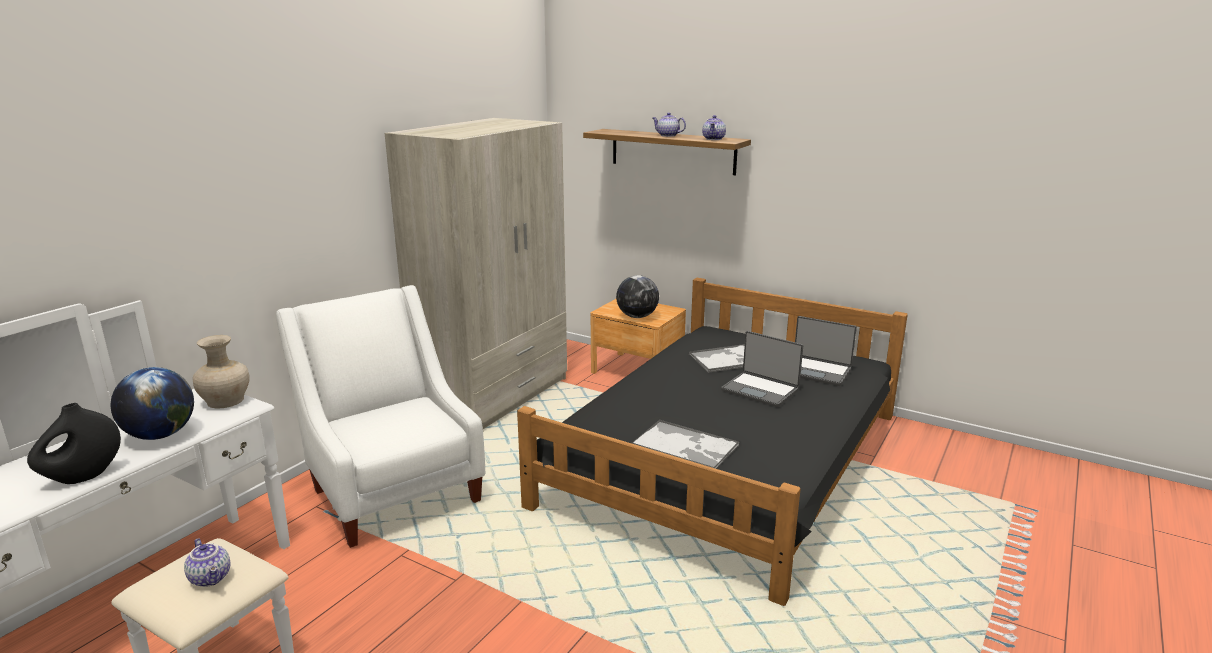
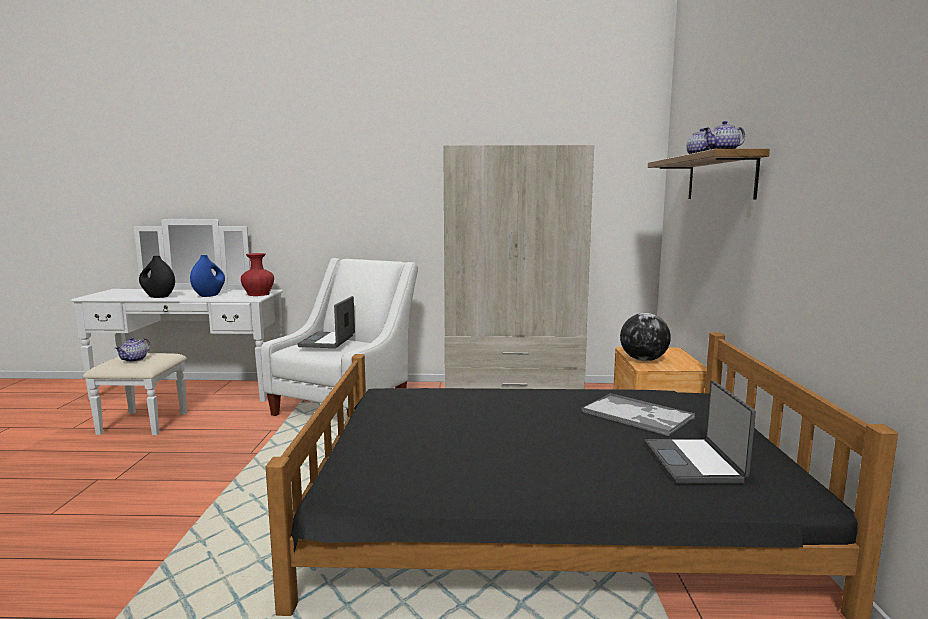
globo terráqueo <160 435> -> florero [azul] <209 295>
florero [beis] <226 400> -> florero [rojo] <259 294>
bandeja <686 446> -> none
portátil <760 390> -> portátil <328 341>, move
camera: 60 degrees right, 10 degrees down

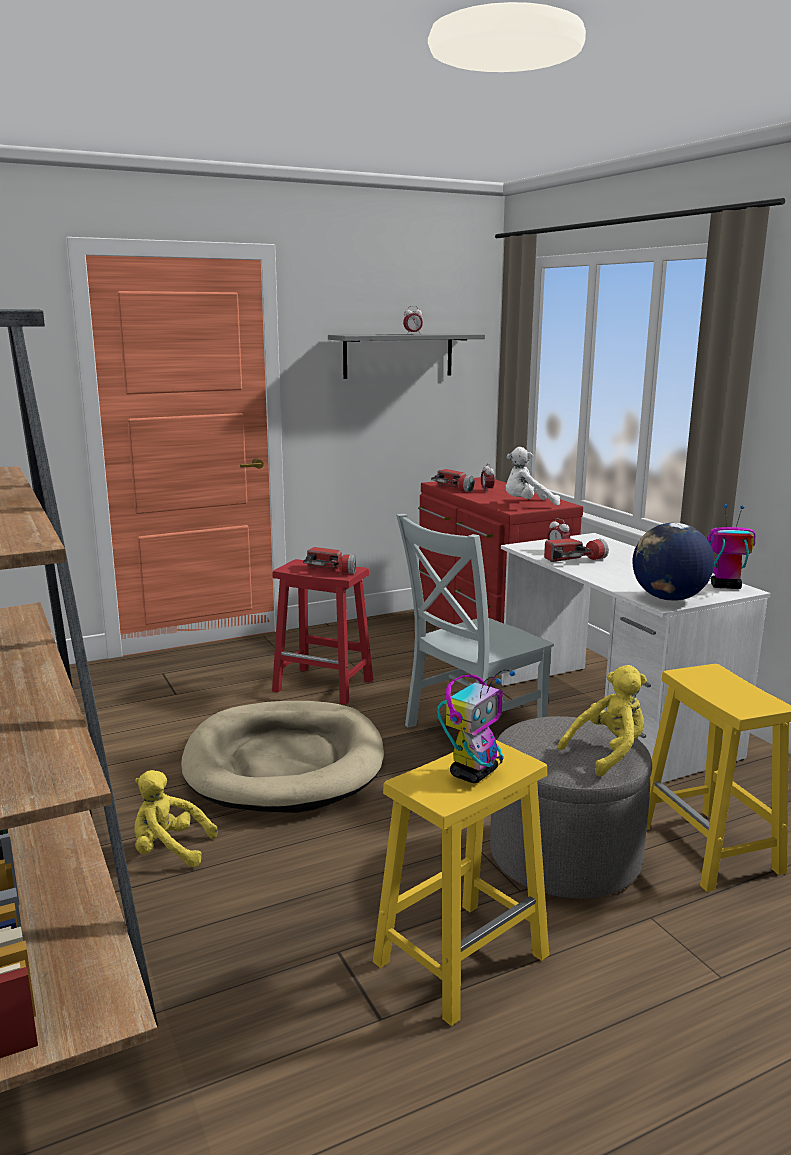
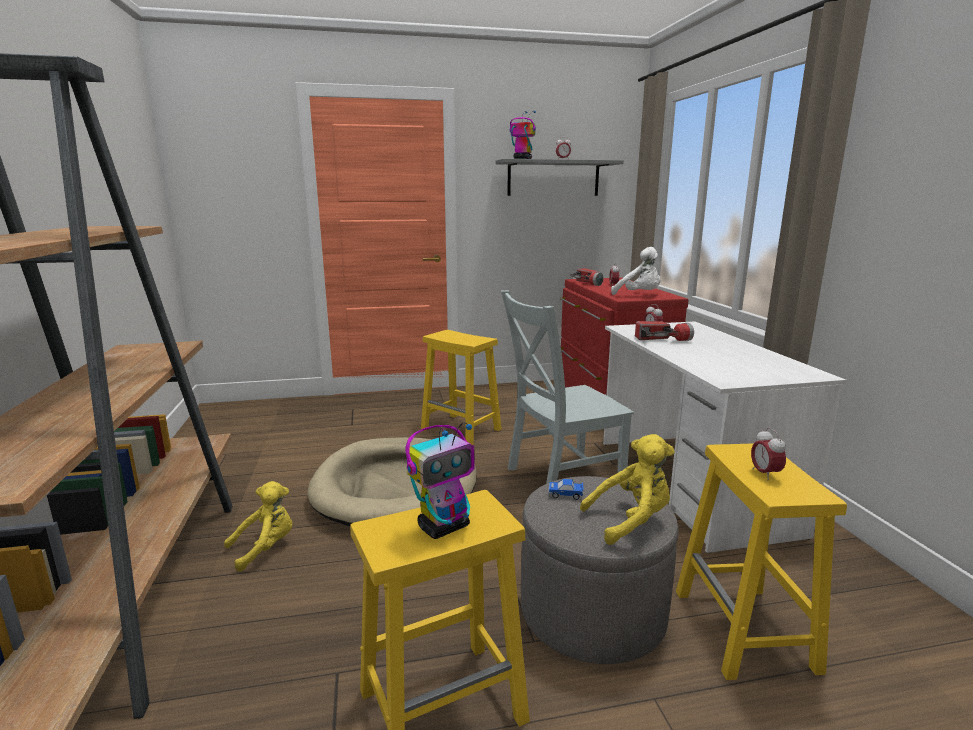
peluche [amarillo] <169 850> -> peluche [amarillo] <265 548>, 120 degrees clockwise
taburete [rojo] <325 685> -> taburete [amarillo] <462 430>
linterna <332 570> -> none
peluche [blanco] <527 504> -> peluche [blanco] <639 295>, 135 degrees counterclockwise
globo terráqueo <668 598> -> none
robot de juguete <724 586> -> robot de juguete <522 159>, move
none -> coche de juguete <565 494>
none -> despertador <765 474>
camera: 15 degrees right, 0 degrees up

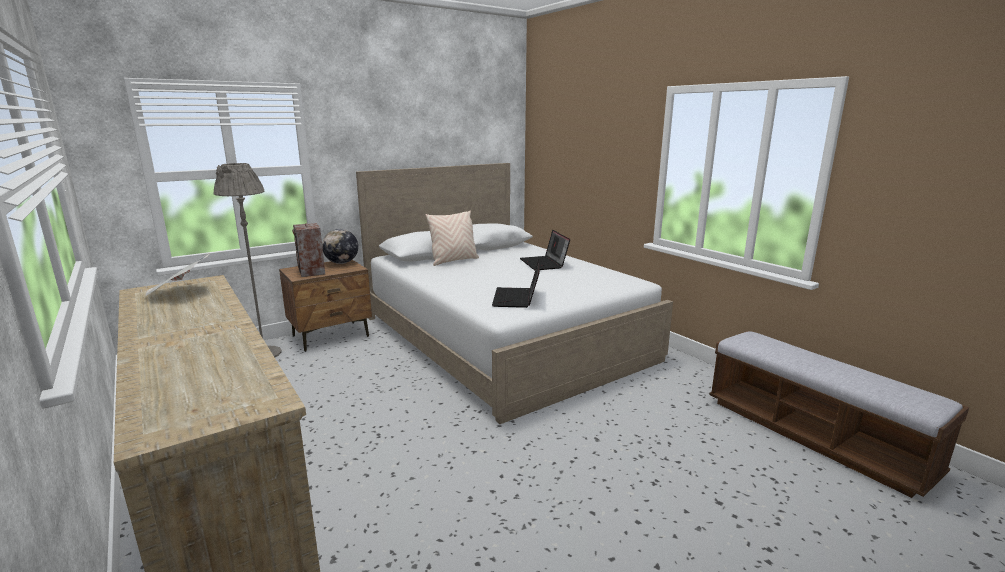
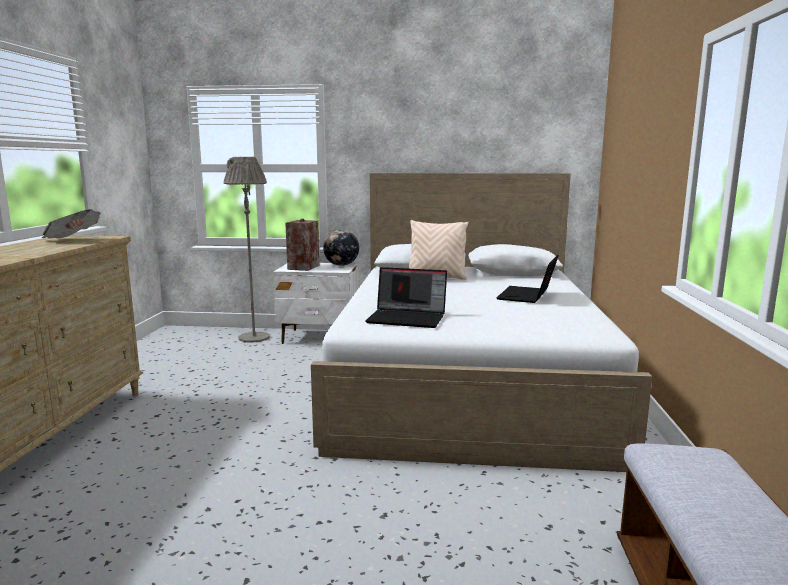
mesita de noche [marrón] <331 336> -> mesita de noche [blanco] <319 338>
portátil <517 299> -> portátil <408 318>, 120 degrees counterclockwise
camera: 40 degrees right, 5 degrees down

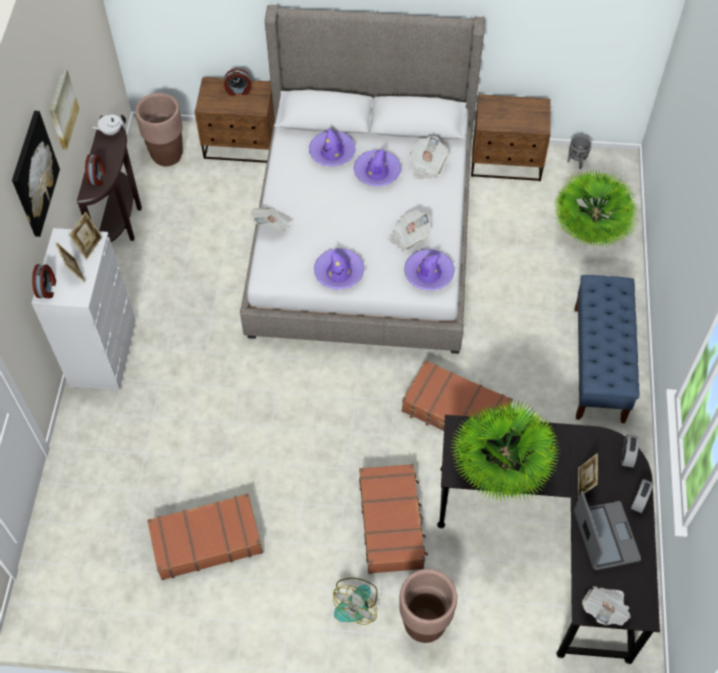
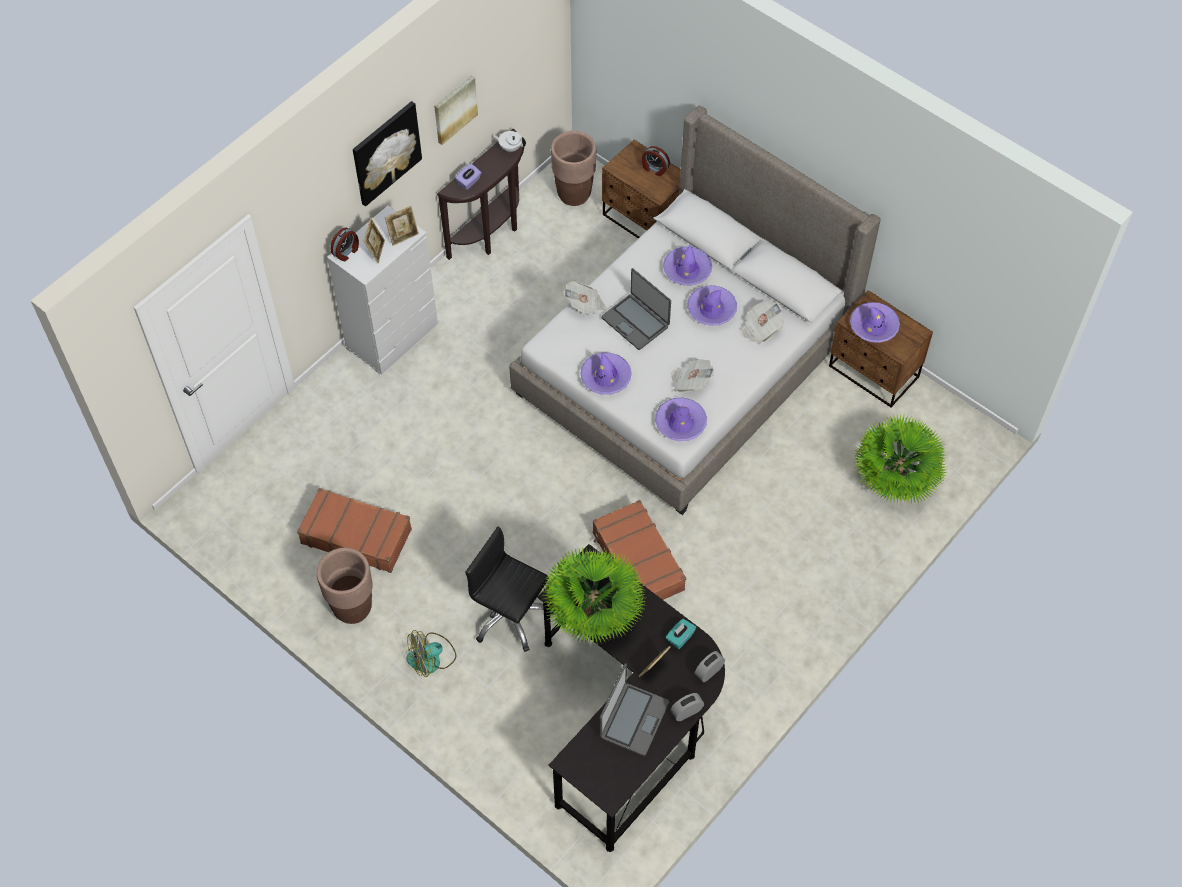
despertador <97 177> -> caja de pañuelos [morado] <469 182>
maleta [marrón] <392 523> -> silla de oficina [negro] <510 616>
maceta [marrón] <424 624> -> maceta [marrón] <352 608>, move
maceta [gris] <576 162> -> none
banco [azul] <599 364> -> none
periódico <605 609> -> none
none -> portátil <636 322>
none -> caja de pañuelos [turquesa] <680 637>
none -> sombrero [morado] <874 326>
camera: 35 degrees right, 0 degrees up

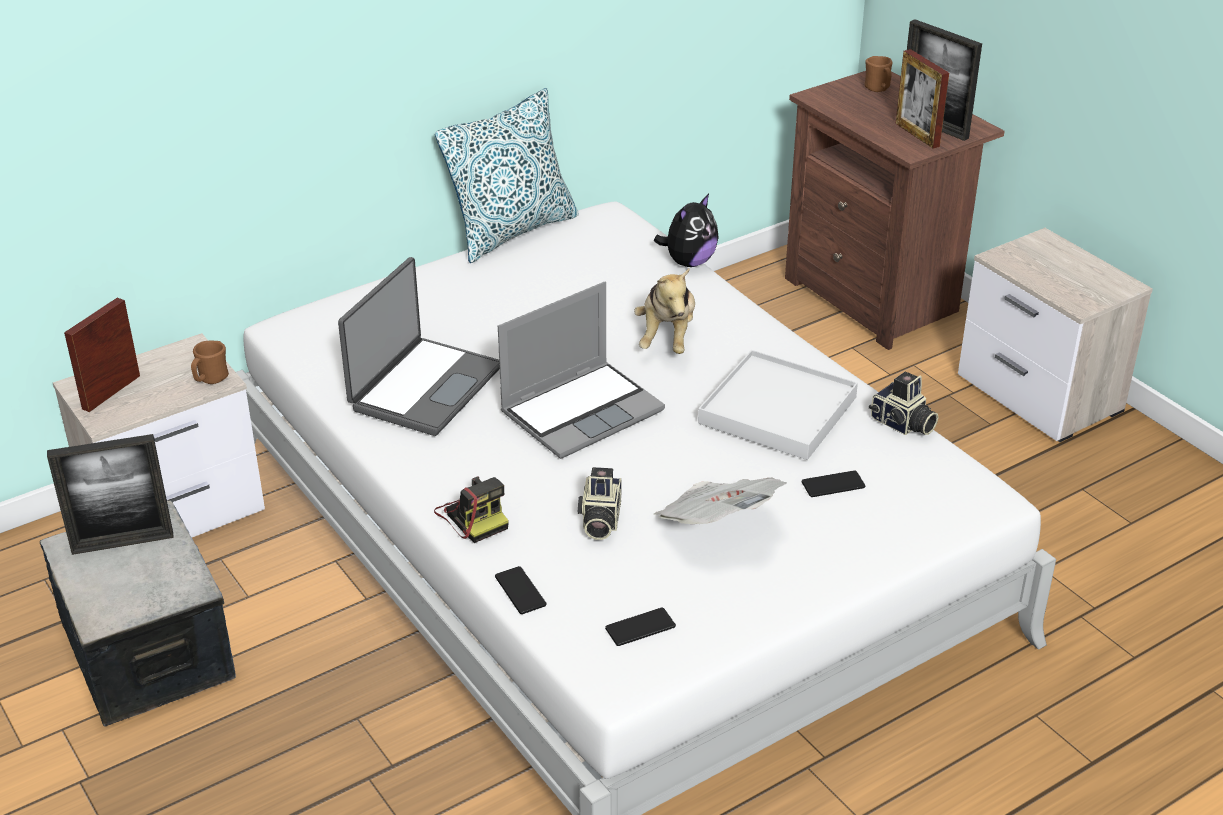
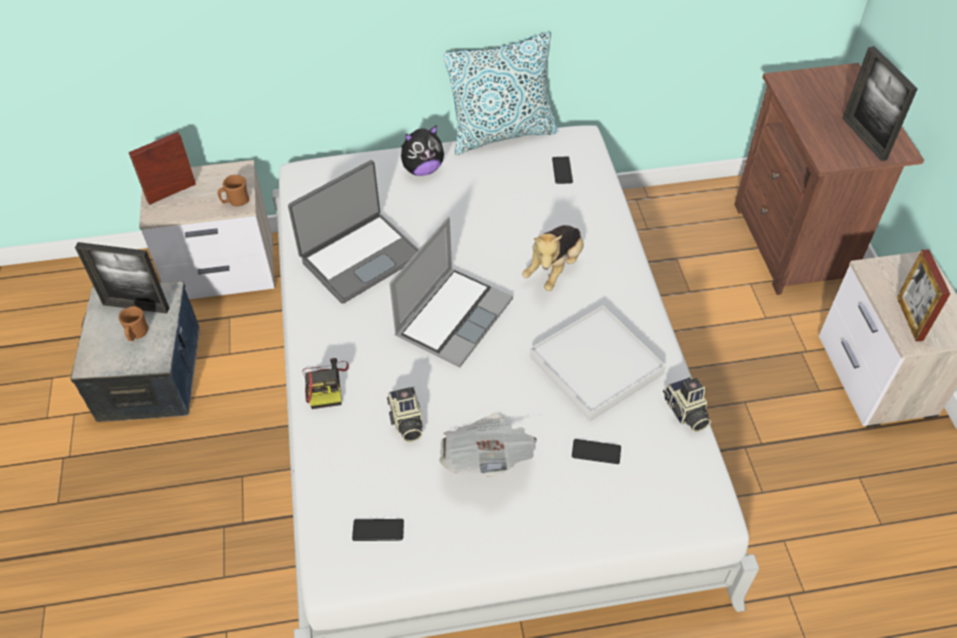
móvil <520 591> -> móvil <562 170>, move
portátil <582 411> -> portátil <453 316>, 45 degrees counterclockwise
cámara <599 521> -> cámara <406 422>, 45 degrees counterclockwise
peluche <689 262> -> peluche <422 169>, move
taza grande [marrón] <878 89> -> taza grande [marrón] <137 334>, move
portarretratos <917 135> -> portarretratos <909 318>, move
camera: 25 degrees right, 15 degrees up

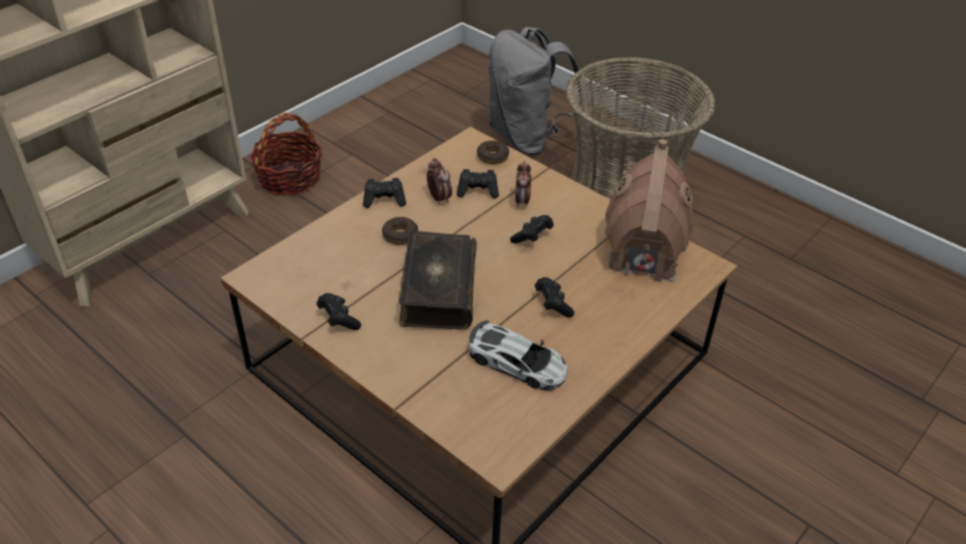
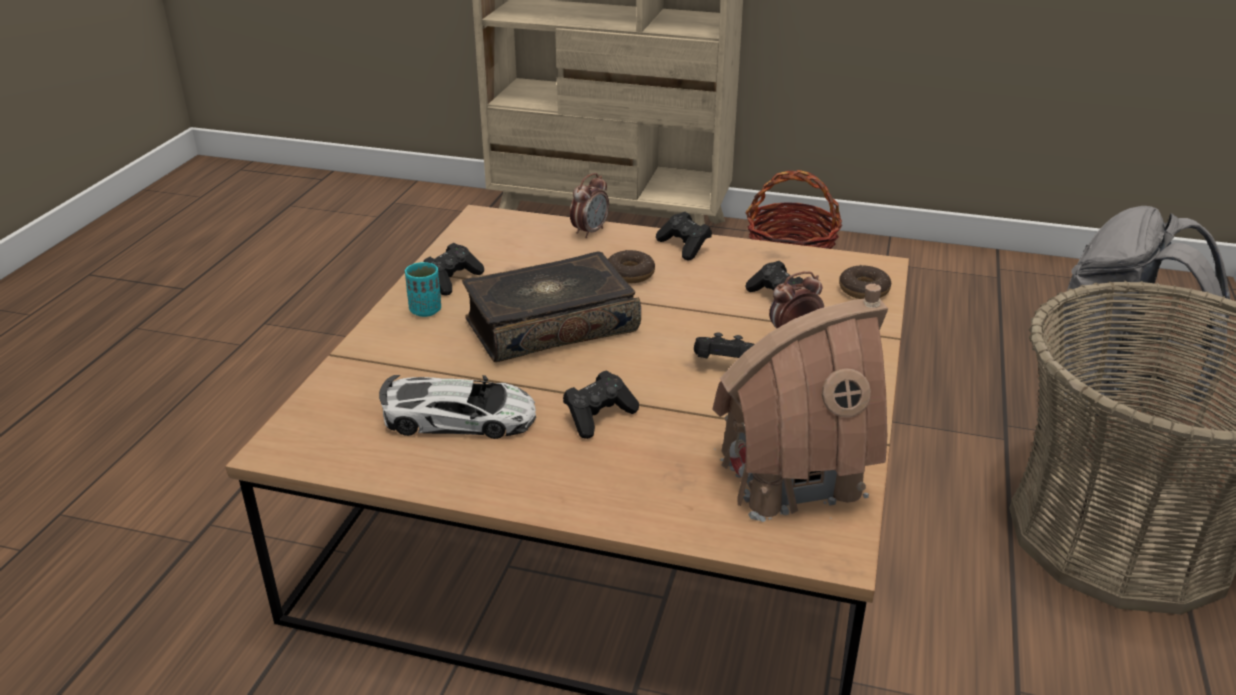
despertador <439 198> -> despertador <590 231>, move
coche de juguete <518 363> -> coche de juguete <460 418>, 90 degrees counterclockwise
none -> taza [turquesa] <425 310>
camera: 65 degrees right, 10 degrees down

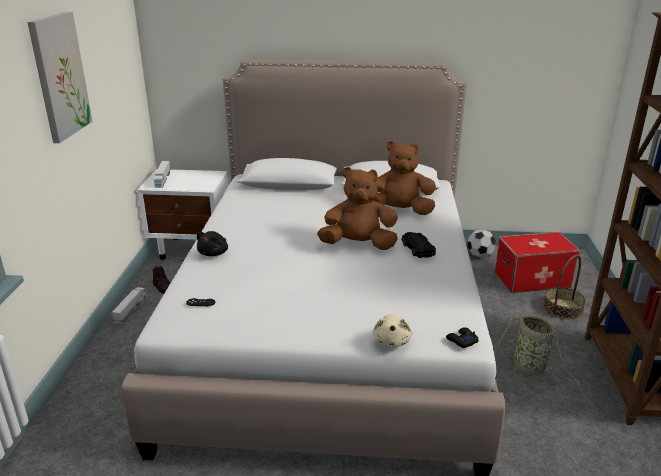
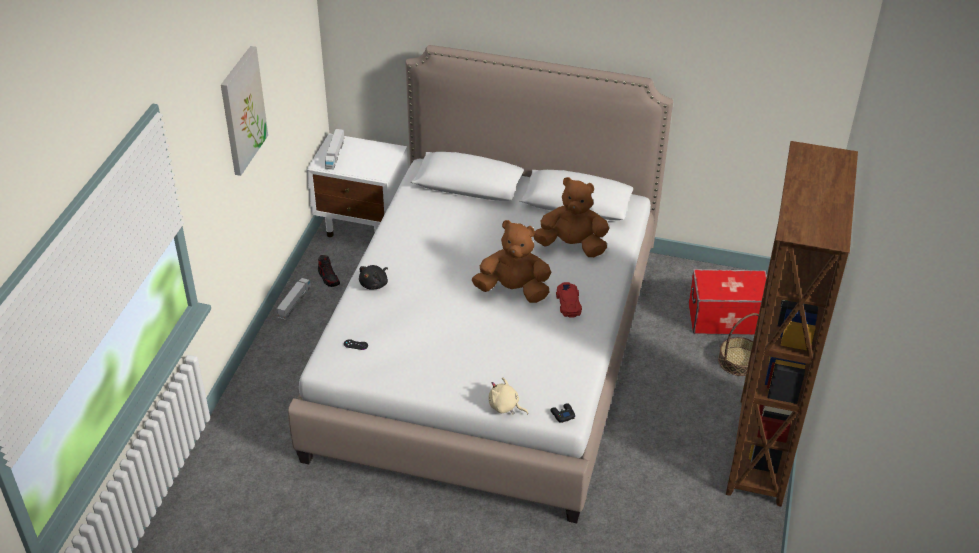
peluche [beis] <392 341> -> peluche [beis] <505 406>, 105 degrees clockwise
coche de juguete [negro] <417 248> -> coche de juguete [rojo] <568 302>
balón de fútbol <479 256> -> none
cesta <531 368> -> none
camera: 10 degrees right, 15 degrees up

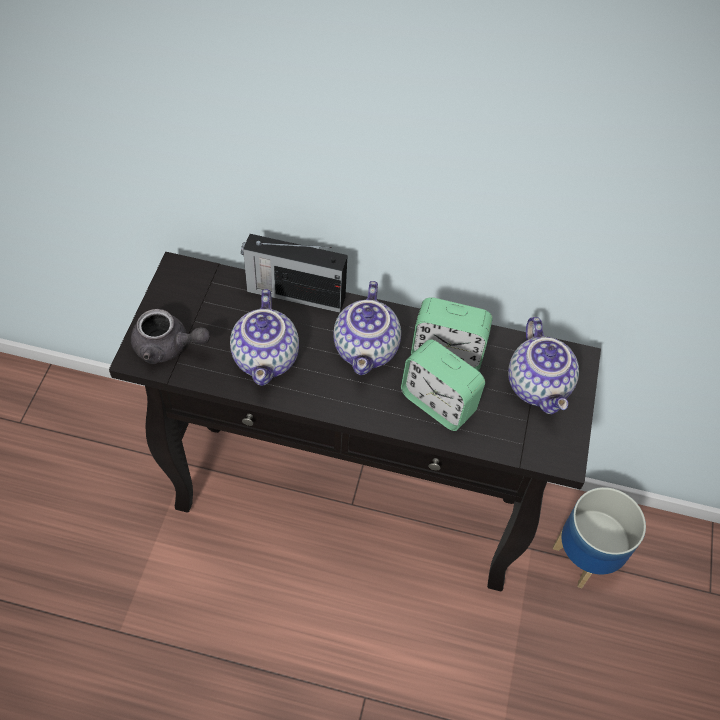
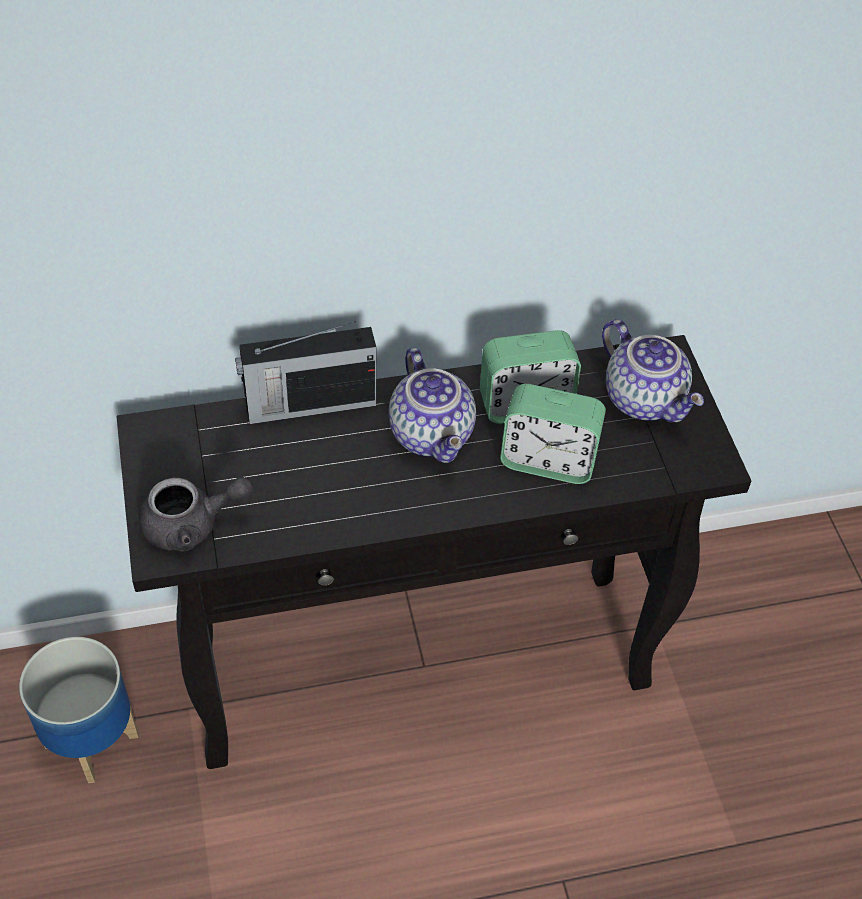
tetera <267 359> -> none
maceta <586 556> -> maceta <93 739>, move
camera: 25 degrees left, 5 degrees down

